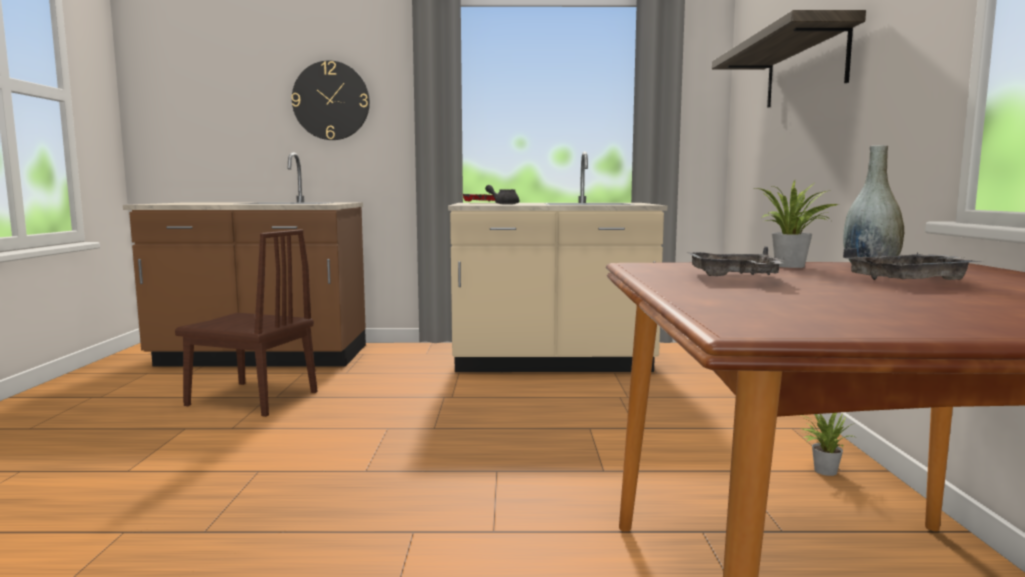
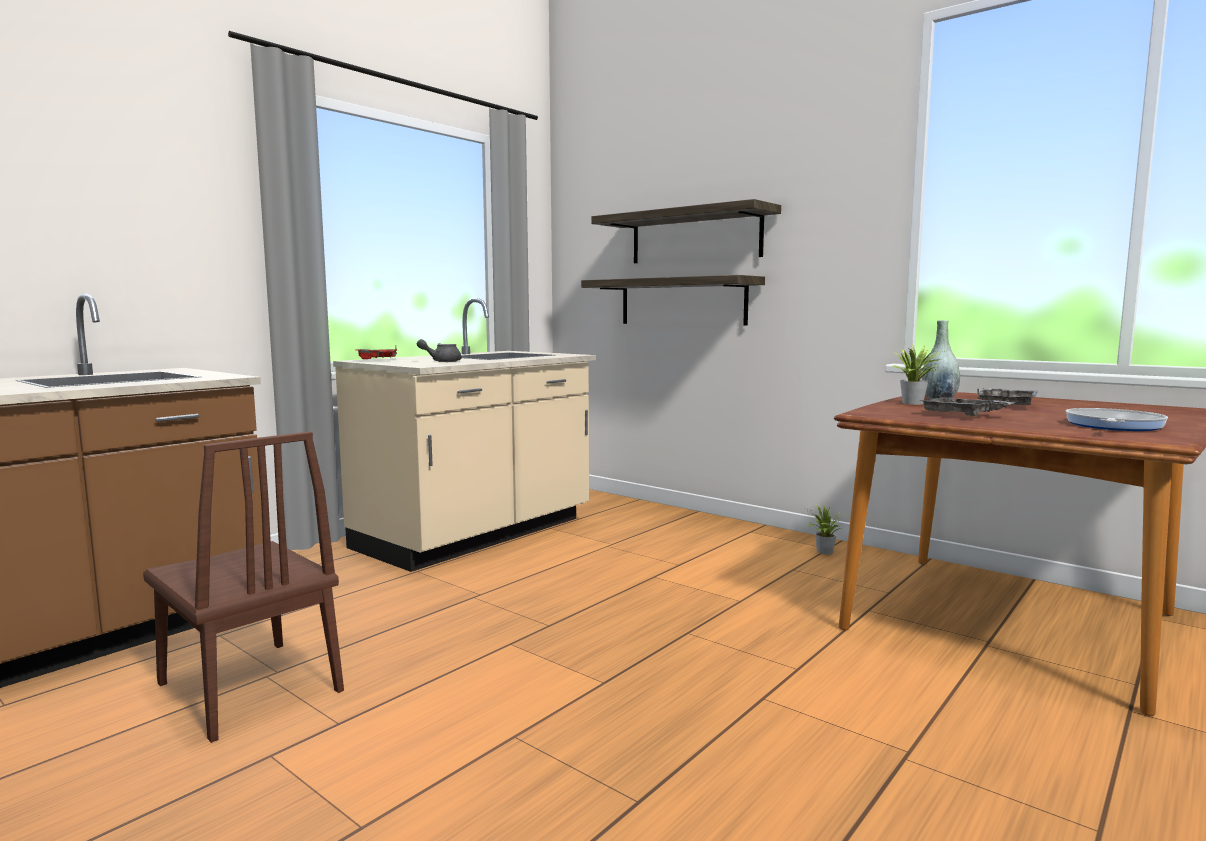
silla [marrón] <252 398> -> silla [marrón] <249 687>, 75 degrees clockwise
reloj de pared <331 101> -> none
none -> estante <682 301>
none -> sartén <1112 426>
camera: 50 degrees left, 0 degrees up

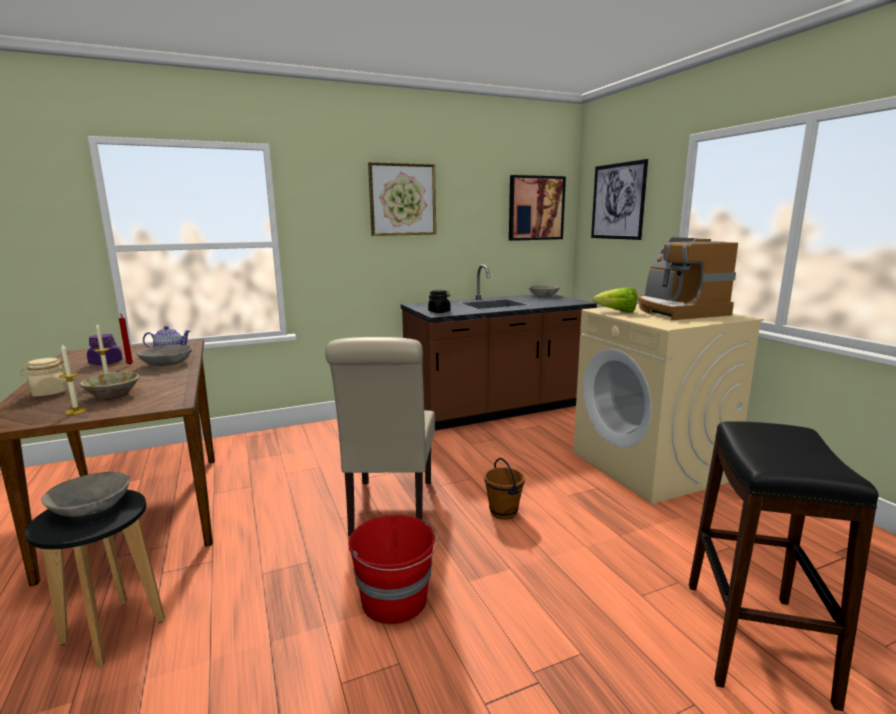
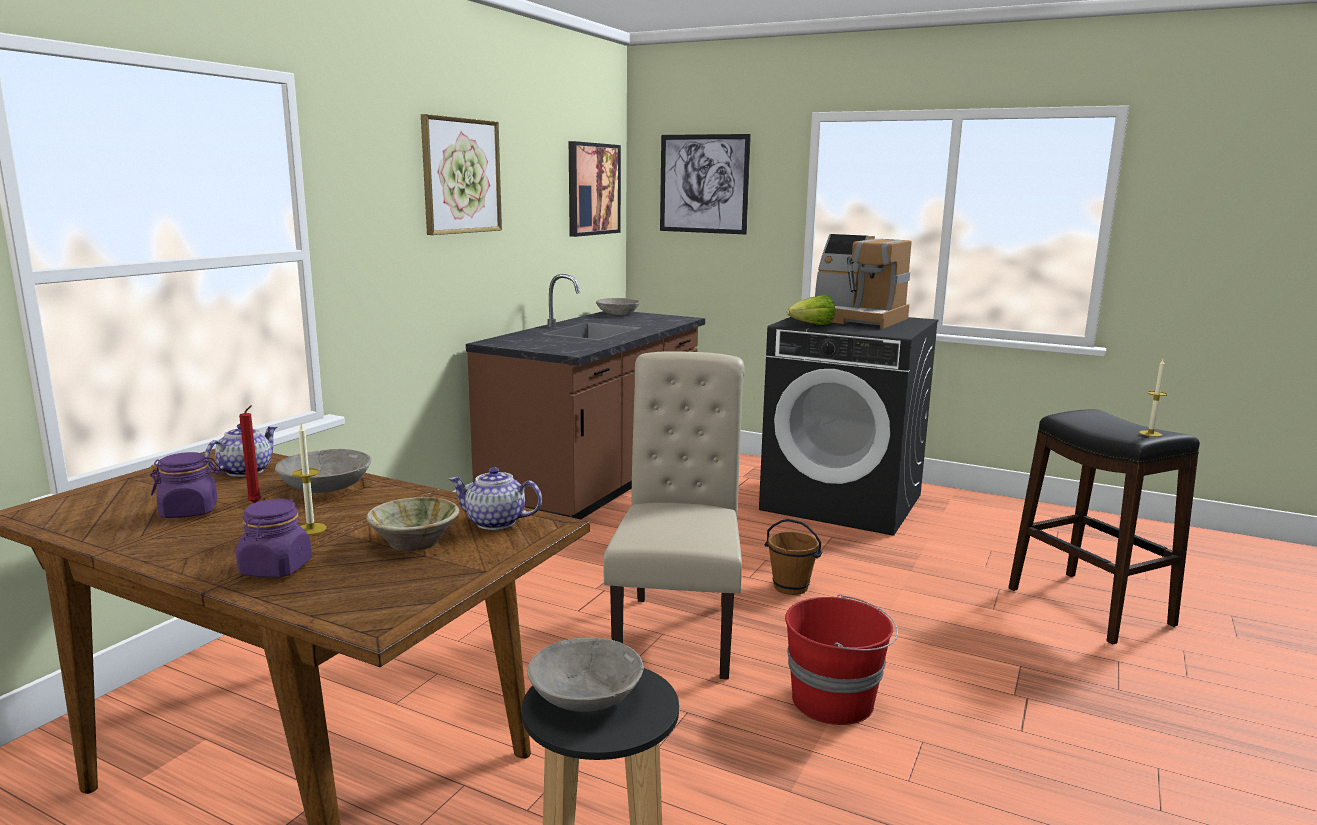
tarro [beis] <49 393> -> tarro [morado] <275 568>
vela <76 411> -> vela <1150 433>, move
silla [beis] <390 510> -> silla [beis] <678 629>, 135 degrees counterclockwise
tarro [negro] <439 312> -> none
lavadora [beis] <651 466> -> lavadora [negro] <843 502>
none -> tetera <495 522>
camera: 40 degrees left, 0 degrees up

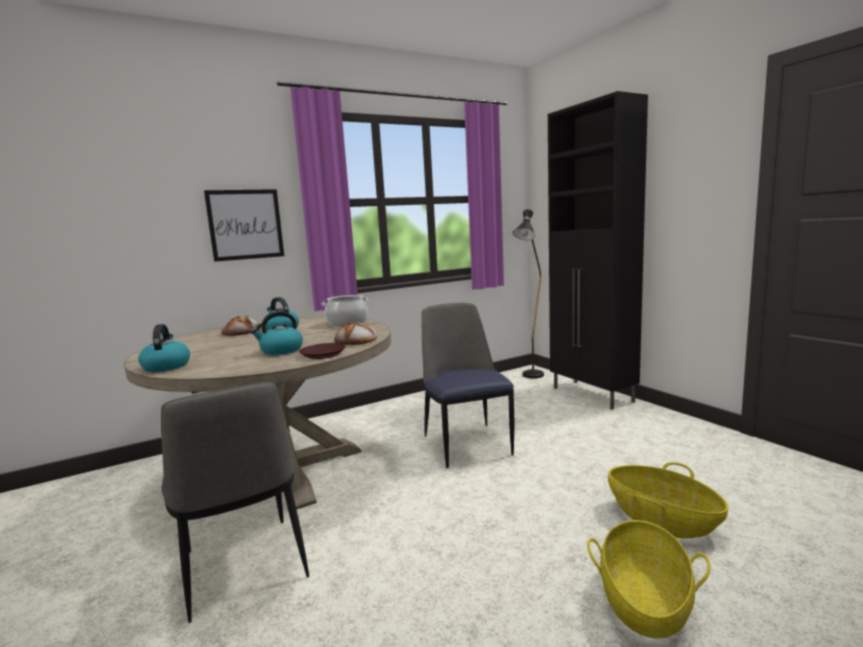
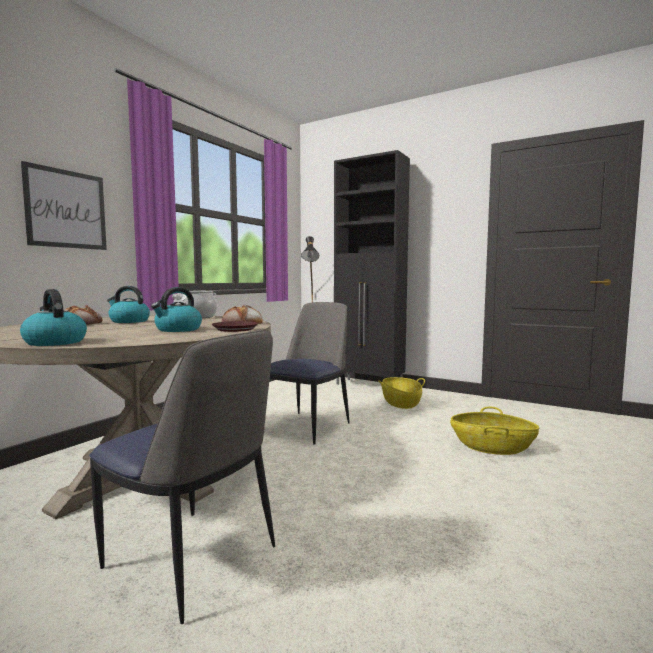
silla <466 443> -> silla <308 426>, 75 degrees clockwise
cesta <644 600> -> cesta <401 403>, move
camera: 30 degrees left, 5 degrees down

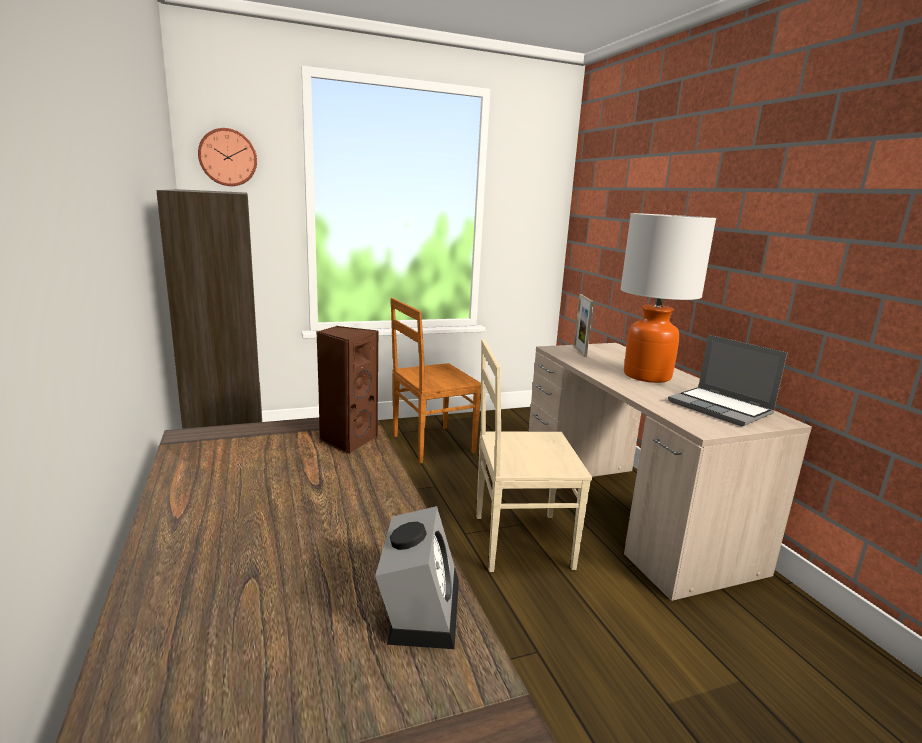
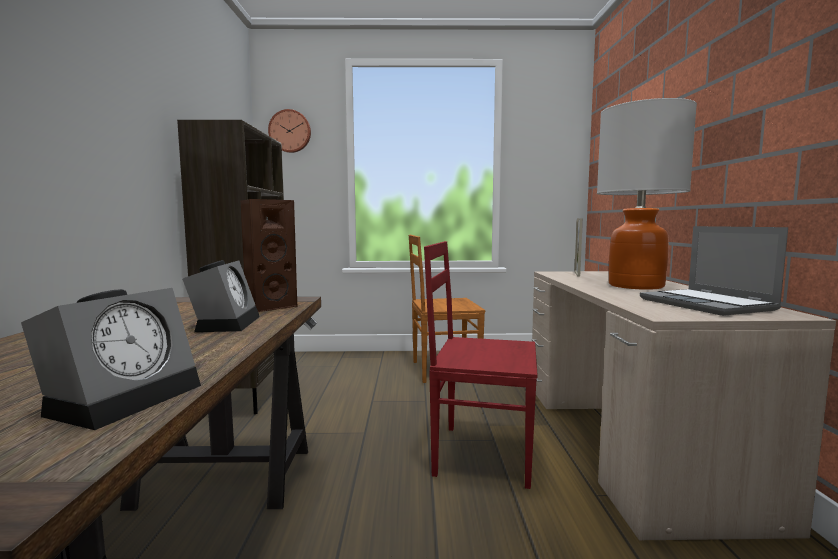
silla [beis] <518 541> -> silla [rojo] <480 454>
none -> despertador <226 323>
camera: 20 degrees right, 10 degrees down

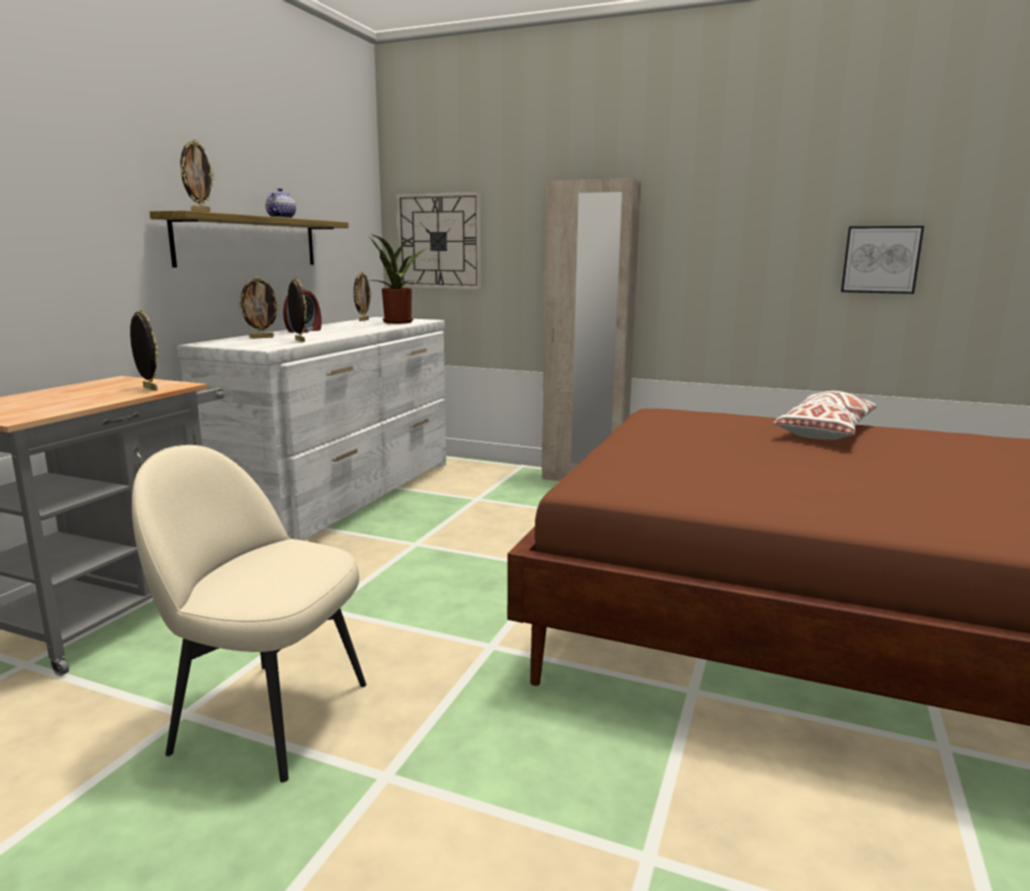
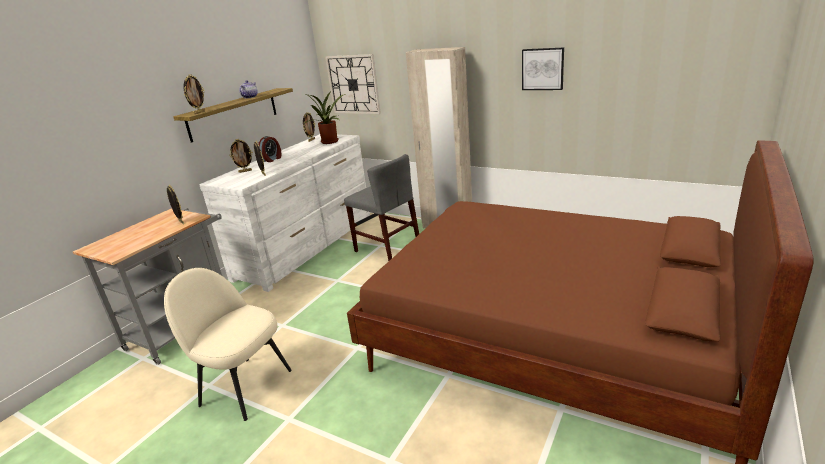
cojín [blanco] <826 432> -> none
cuadro <880 259> -> cuadro <542 69>, move
none -> silla [gris] <387 249>
camera: 10 degrees right, 10 degrees up

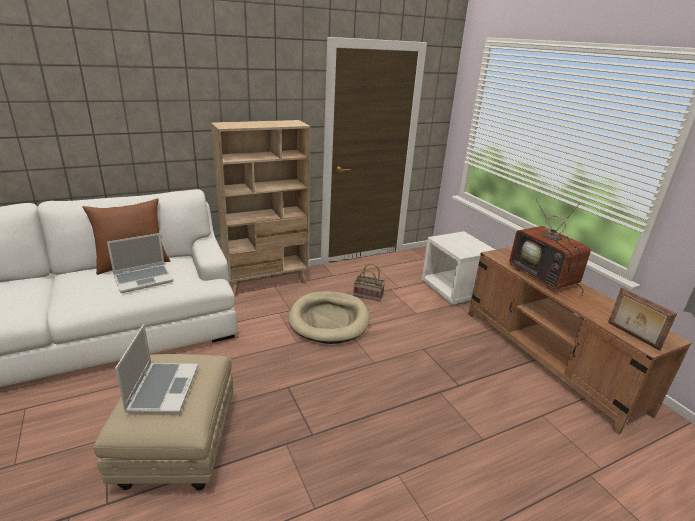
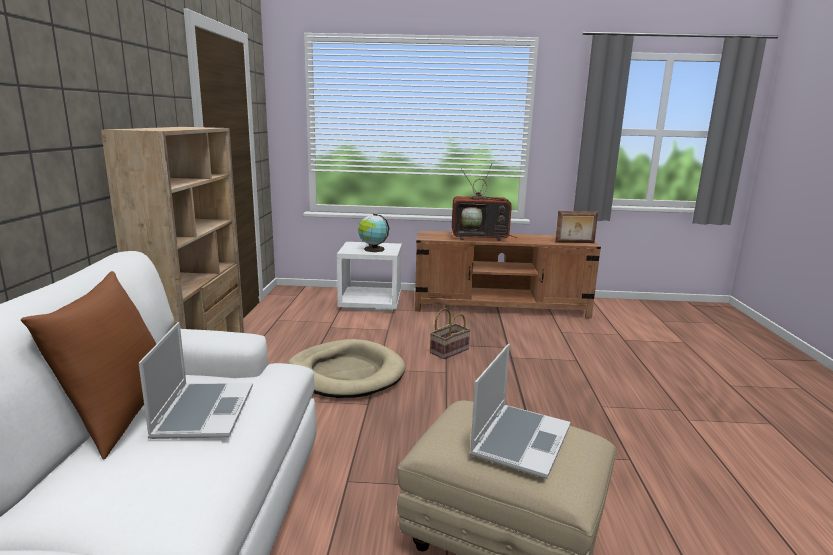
portátil <162 388> -> portátil <520 440>, 90 degrees clockwise
cesta <369 295> -> cesta <449 350>, move
none -> globo terráqueo <373 249>
camera: 60 degrees left, 10 degrees down

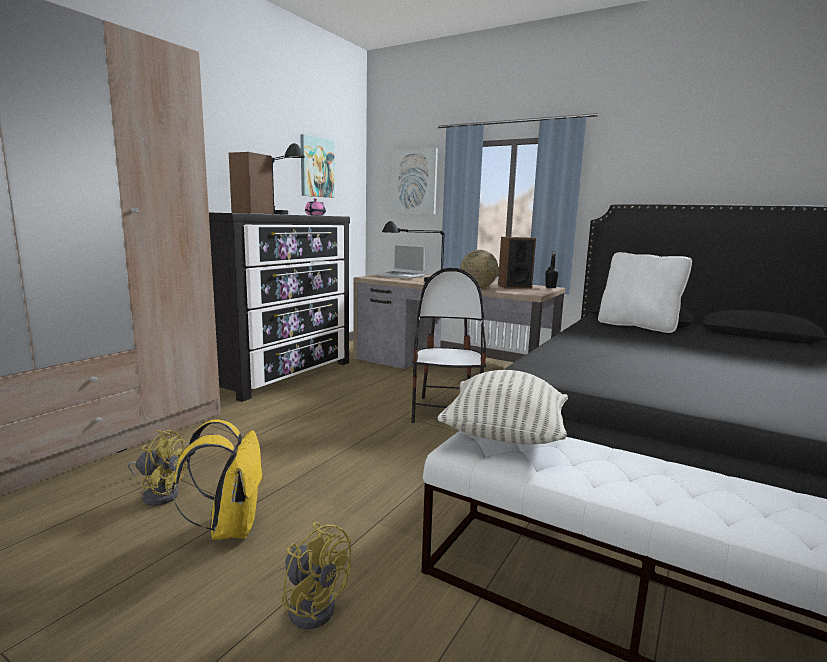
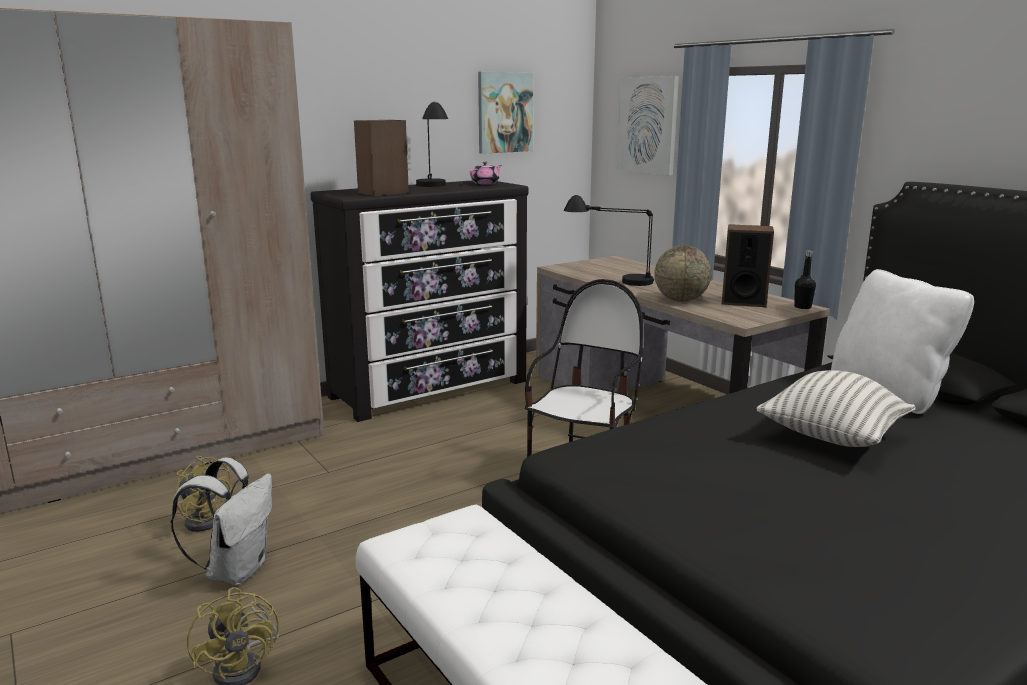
mochila [amarillo] <230 527> -> mochila [blanco] <236 570>
portátil <402 276> -> none
cojín <504 437> -> cojín <831 438>, move
camera: 25 degrees right, 5 degrees up

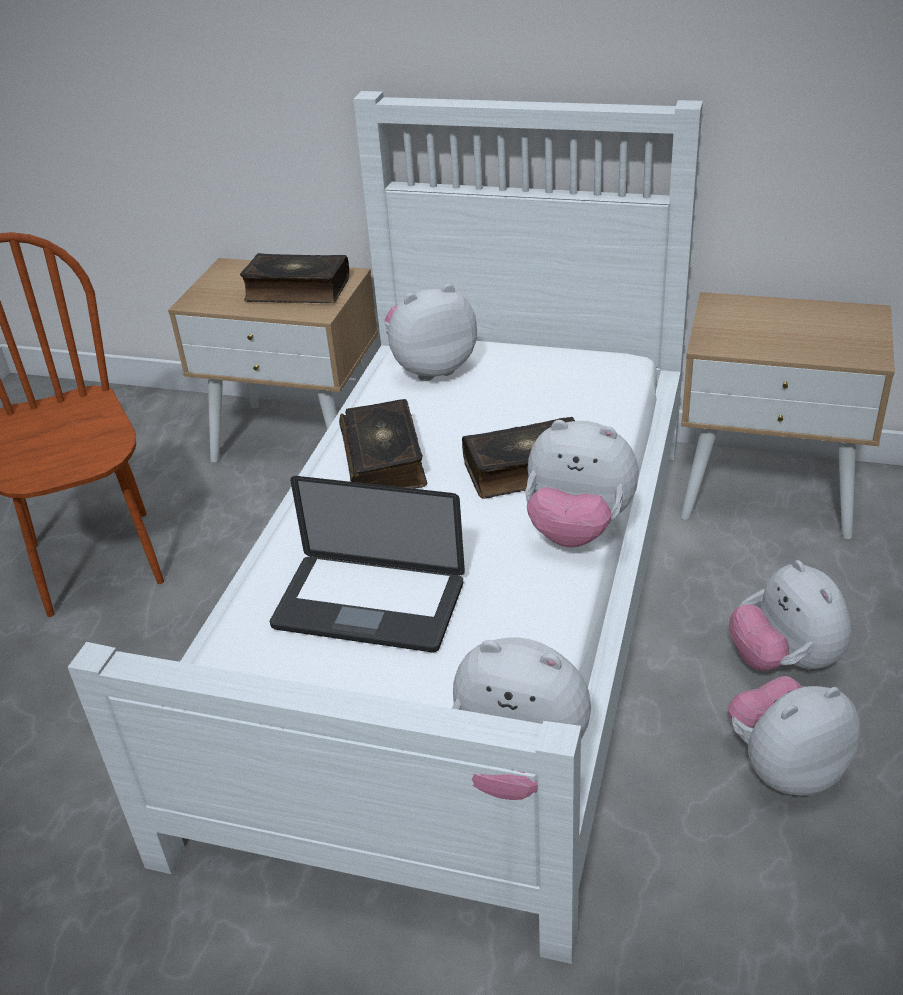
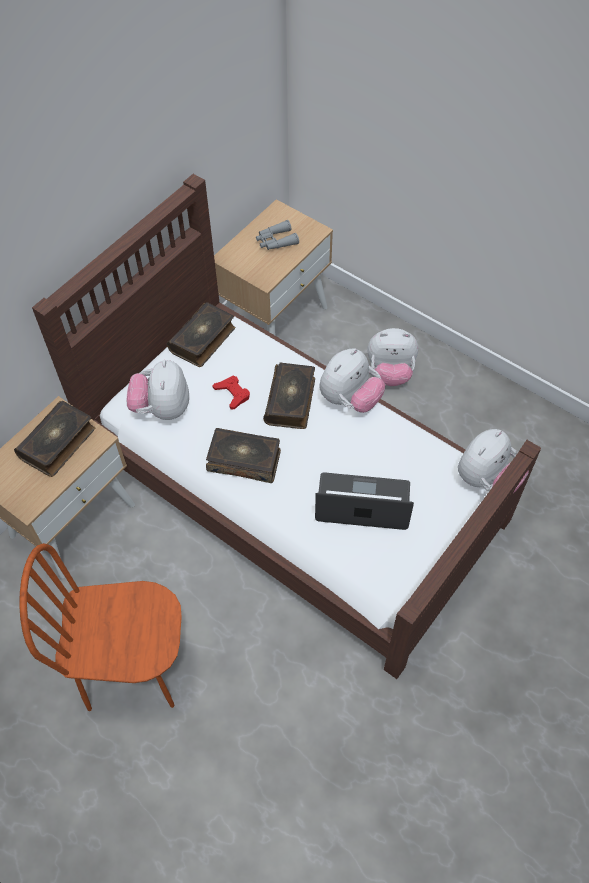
cama [blanco] <461 616> -> cama [marrón] <293 487>
portátil <369 605> -> portátil <363 503>, 120 degrees counterclockwise
peluche <785 767> -> none
none -> libro <203 340>
none -> mando de consola [rojo] <232 394>
none -> prismáticos [gris] <276 241>
camera: 70 degrees left, 20 degrees up

